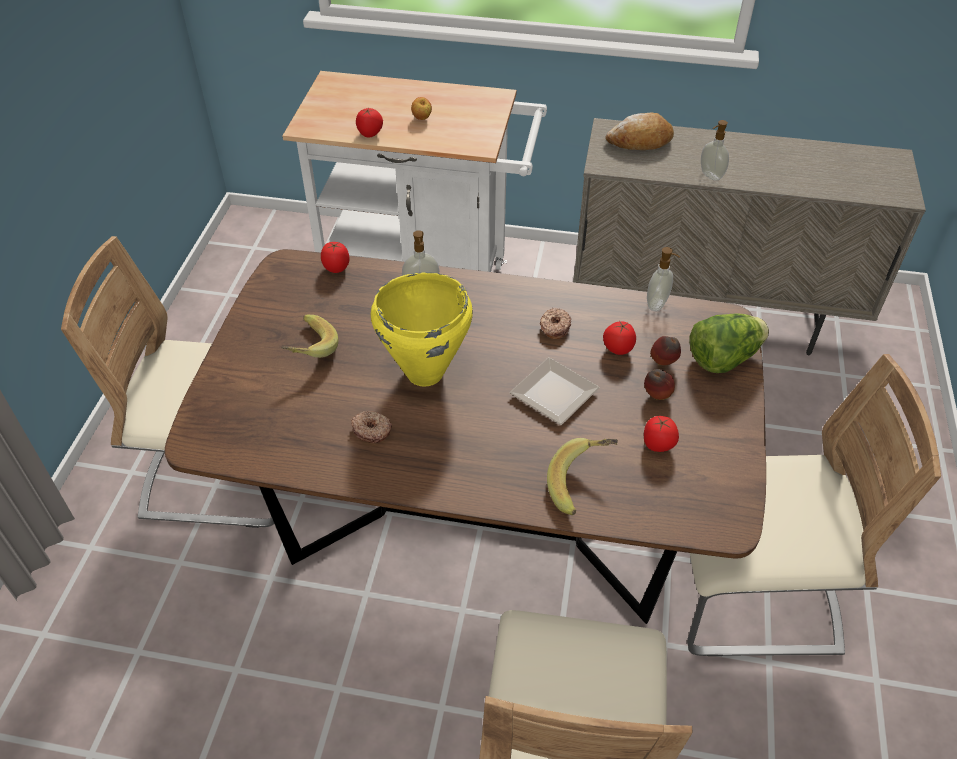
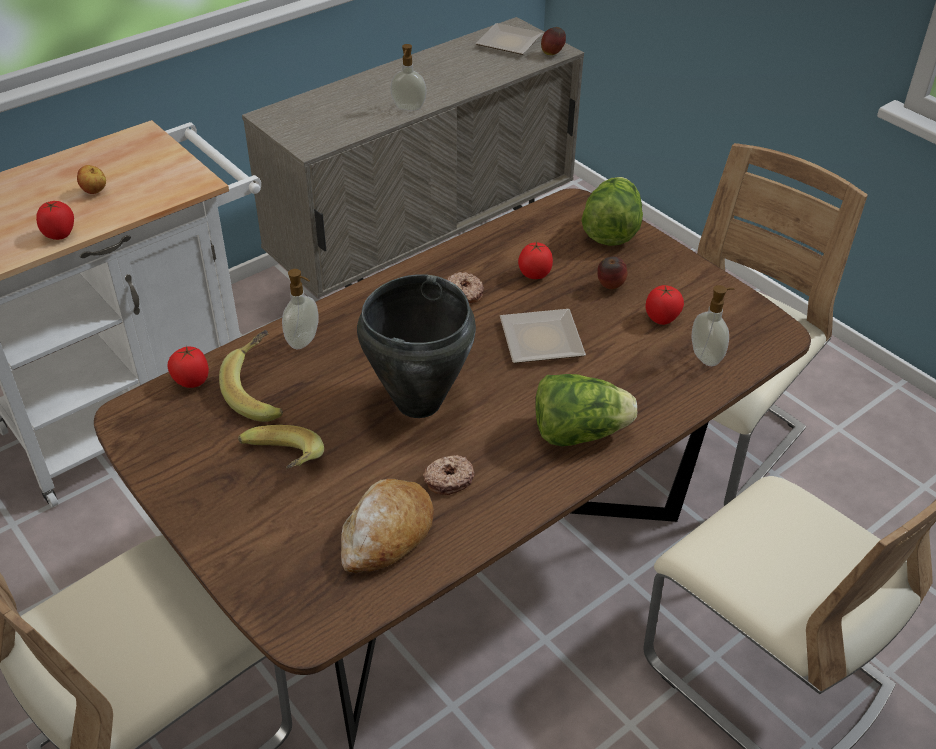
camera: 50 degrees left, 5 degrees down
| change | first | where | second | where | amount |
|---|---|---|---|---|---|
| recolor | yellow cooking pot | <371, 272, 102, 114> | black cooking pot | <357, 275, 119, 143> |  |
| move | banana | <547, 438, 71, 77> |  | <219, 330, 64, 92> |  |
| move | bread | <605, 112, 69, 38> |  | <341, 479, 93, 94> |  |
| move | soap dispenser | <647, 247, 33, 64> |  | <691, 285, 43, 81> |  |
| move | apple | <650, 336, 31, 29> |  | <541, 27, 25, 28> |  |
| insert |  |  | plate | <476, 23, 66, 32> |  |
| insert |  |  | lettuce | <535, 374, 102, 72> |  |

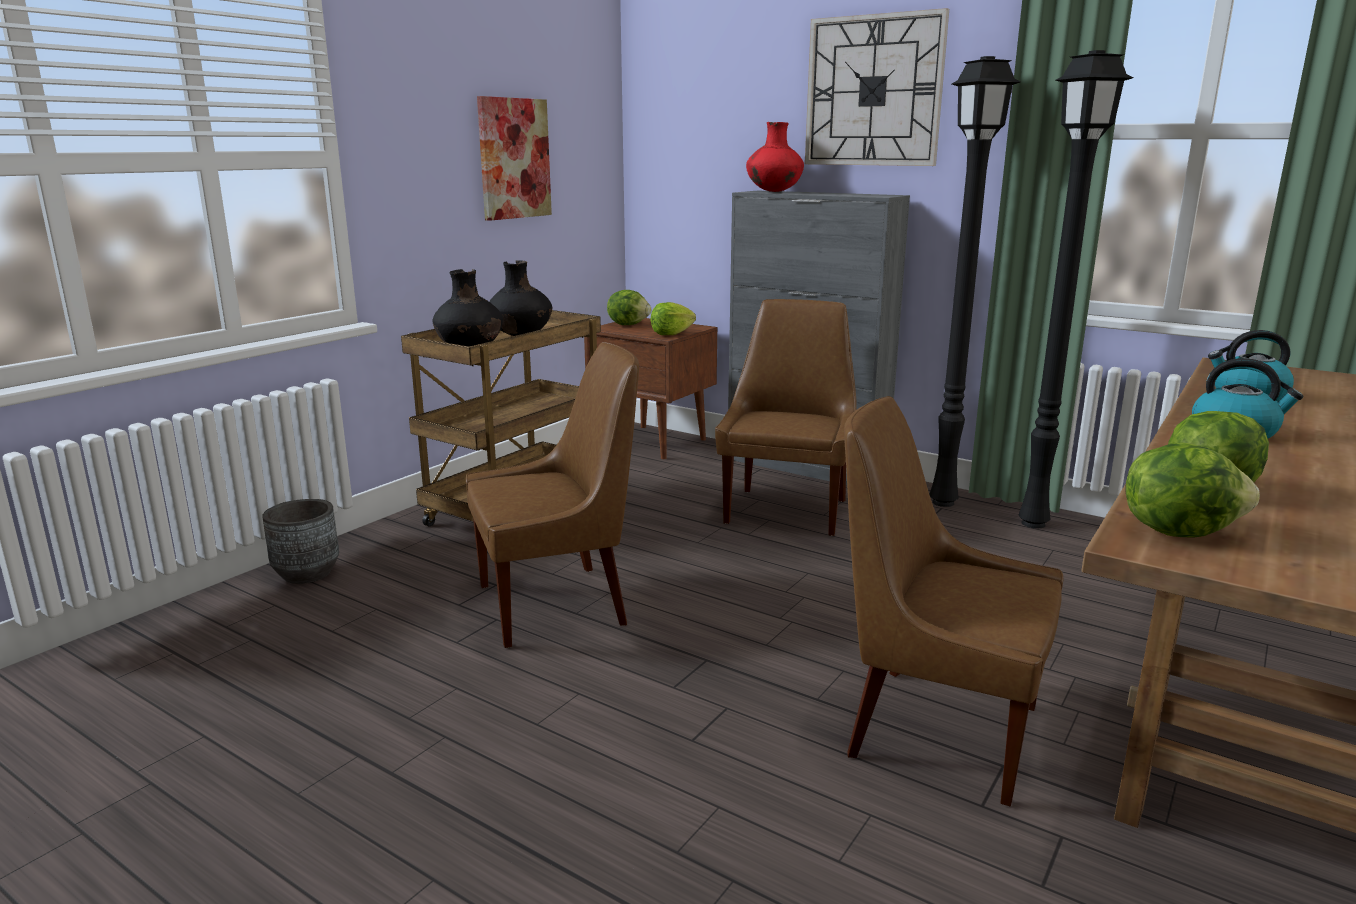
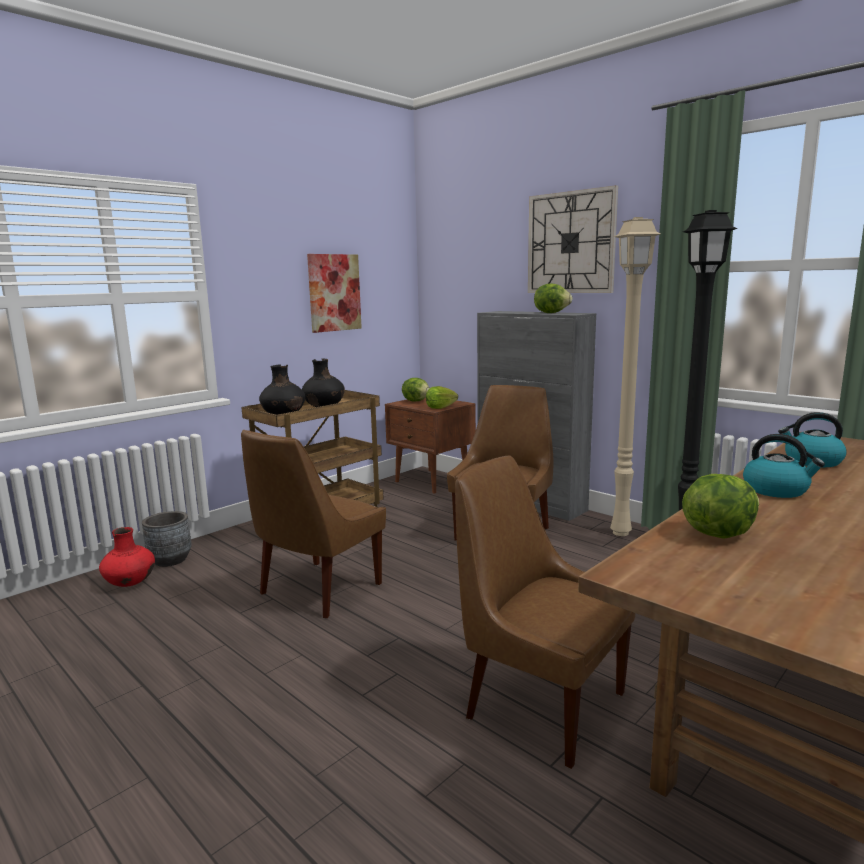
camera: 10 degrees right, 5 degrees down
| change | first | where | second | where | amount |
|---|---|---|---|---|---|
| rotate | brown chair | <466, 342, 173, 306> |  | <241, 430, 145, 188> | 135 degrees clockwise |
| move | red vase | <746, 122, 58, 70> |  | <99, 527, 56, 60> |  |
| recolor | black floor lamp | <929, 56, 91, 451> | beige floor lamp | <610, 217, 51, 319> |  |
| move | lettuce | <1125, 442, 135, 96> |  | <534, 283, 38, 30> |  |

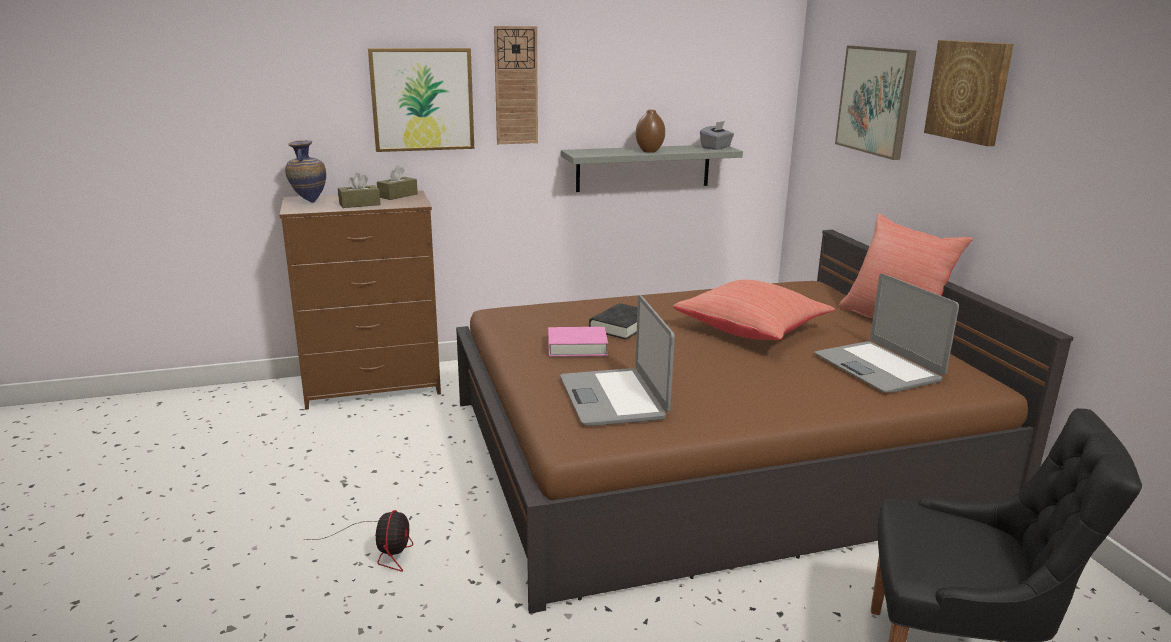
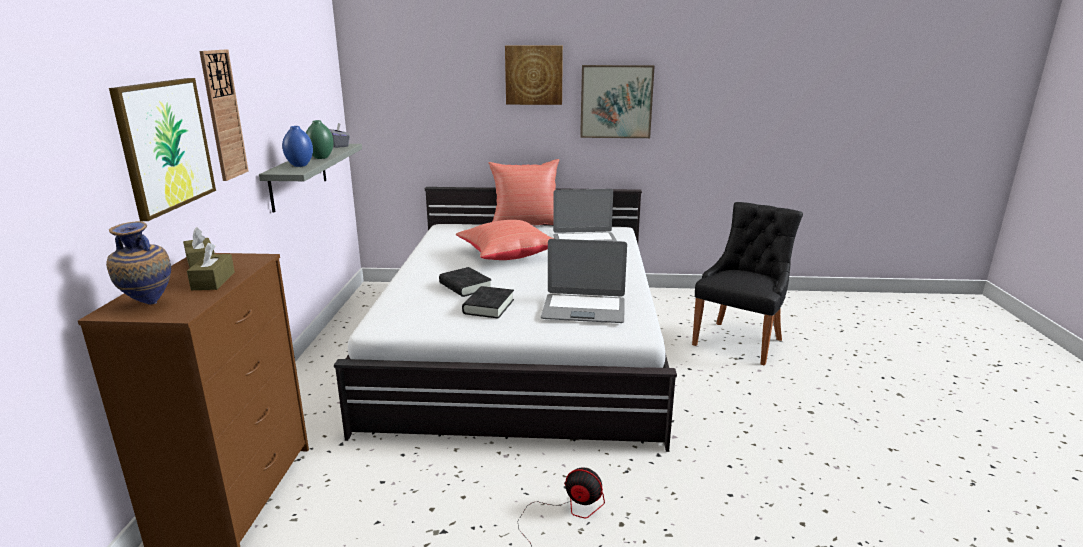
camera: 70 degrees left, 0 degrees up
| change | first | where | second | where | amount |
|---|---|---|---|---|---|
| recolor | brown bed | <456, 230, 618, 384> | white bed | <334, 187, 343, 265> |  |
| recolor | pink book | <548, 327, 60, 30> | black book | <462, 286, 52, 33> |  |
| recolor | brown vase | <636, 110, 29, 43> | green vase | <306, 120, 28, 39> |  |
| move | picture | <835, 46, 81, 114> |  | <580, 65, 75, 73> |  |
| insert |  |  | blue vase | <282, 126, 31, 41> |  |

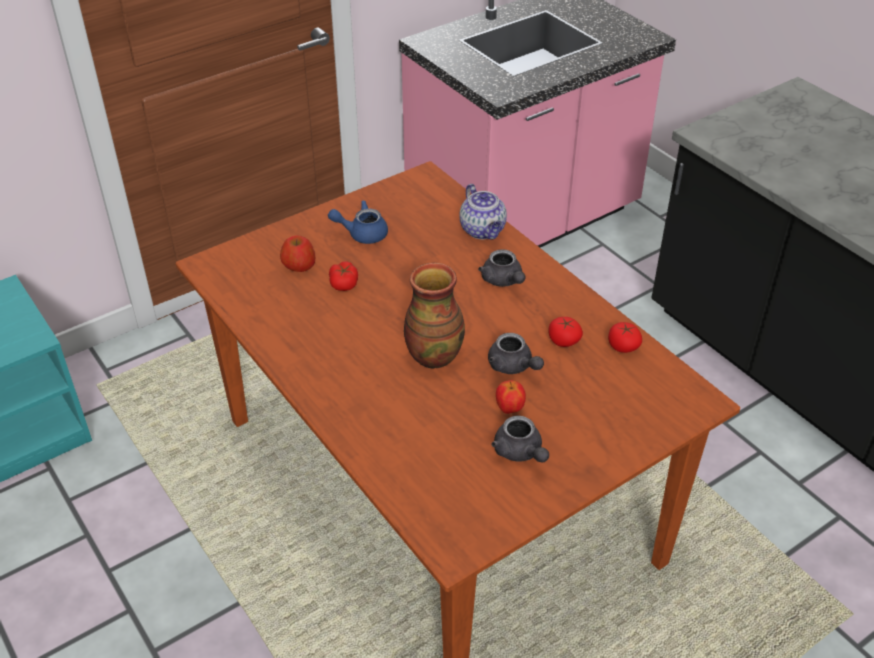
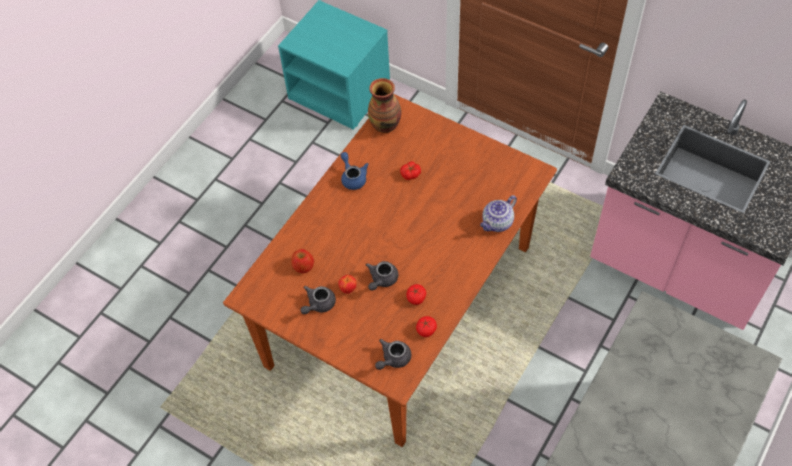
camera: 70 degrees right, 15 degrees up
| change | first | where | second | where | amount |
|---|---|---|---|---|---|
| move | apple | <280, 236, 35, 36> |  | <291, 249, 23, 24> |  |
| move | blue teapot | <328, 200, 60, 44> |  | <341, 152, 28, 38> |  |
| move | vase | <404, 263, 61, 105> |  | <368, 78, 33, 55> |  |
| move | grey teapot | <478, 249, 47, 38> |  | <375, 339, 36, 31> |  |

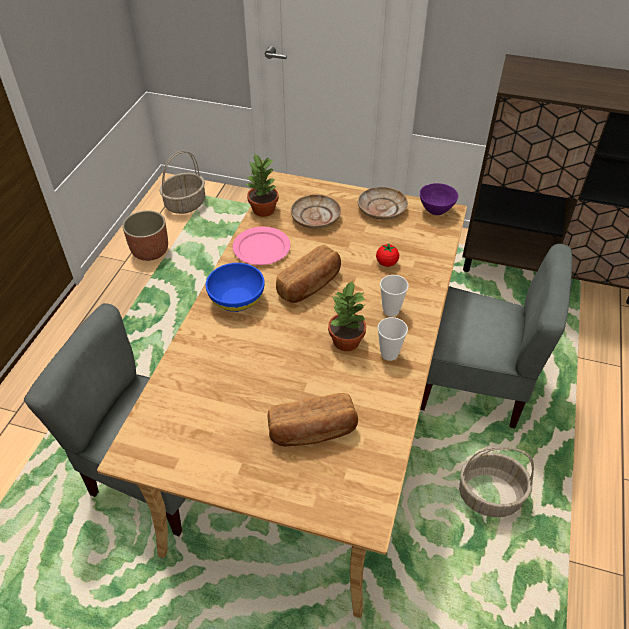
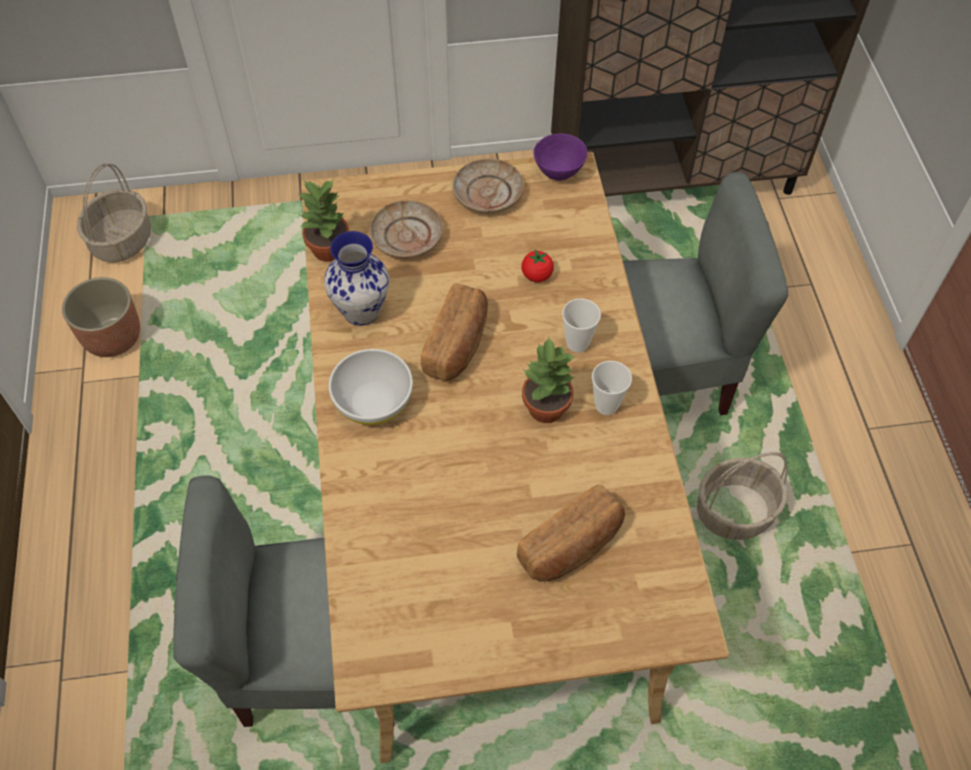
camera: 25 degrees left, 10 degrees up
| change | first | where | second | where | amount |
|---|---|---|---|---|---|
| recolor | blue bowl | <206, 263, 59, 49> | white bowl | <329, 349, 84, 76> |  |
| replace | pink plate | <233, 227, 57, 38> | vase | <324, 231, 65, 95> |  |

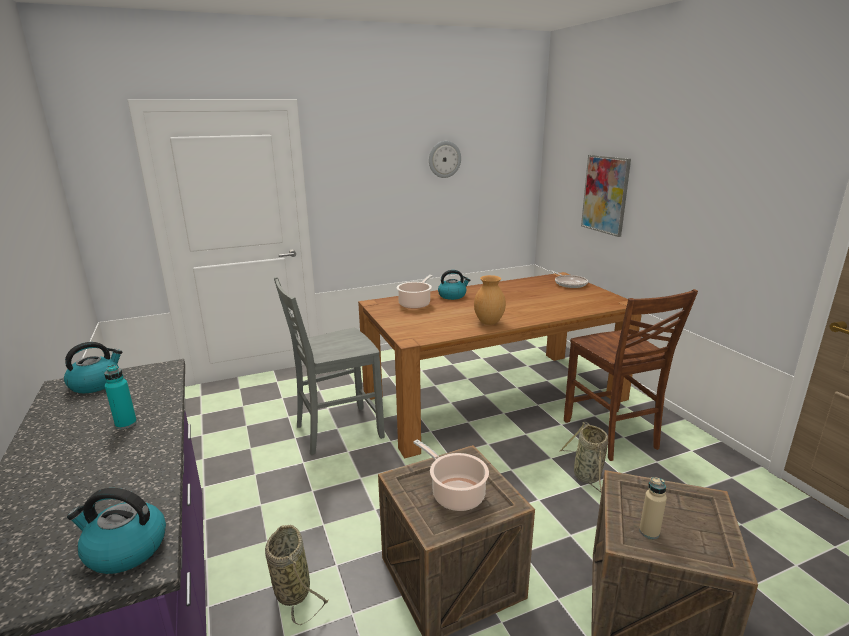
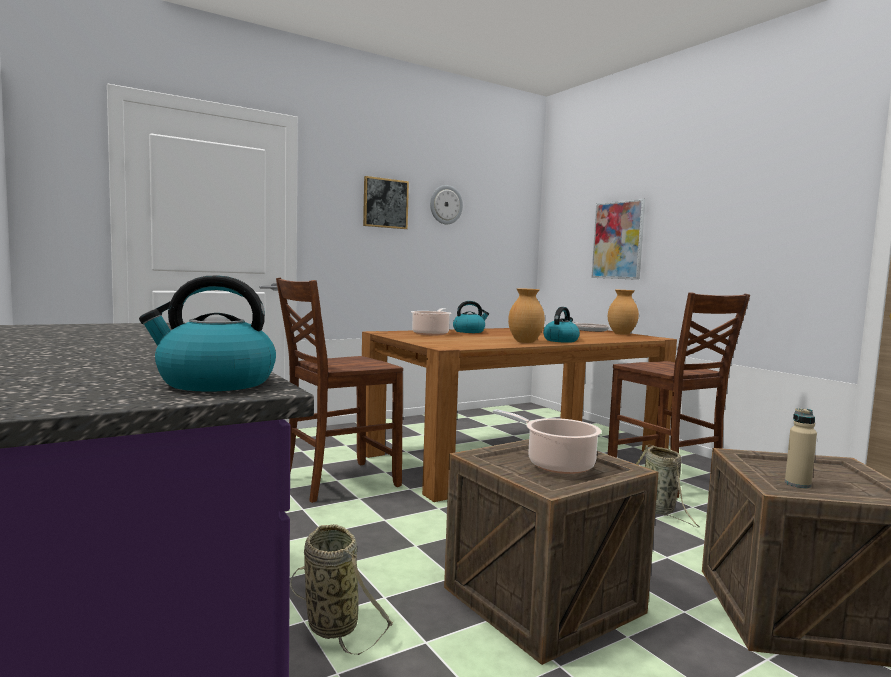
camera: 10 degrees left, 15 degrees down
| change | first | where | second | where | amount |
|---|---|---|---|---|---|
| move | kettle | <64, 342, 58, 51> |  | <543, 307, 37, 36> |  |
| delete | turquoise bottle | <104, 365, 33, 64> |  |  |  |
| recolor | grey chair | <274, 277, 111, 178> | brown chair | <276, 278, 127, 225> |  |
| insert |  |  | picture | <363, 176, 46, 53> |  |
| insert |  |  | brown vase | <608, 290, 31, 45> |  |

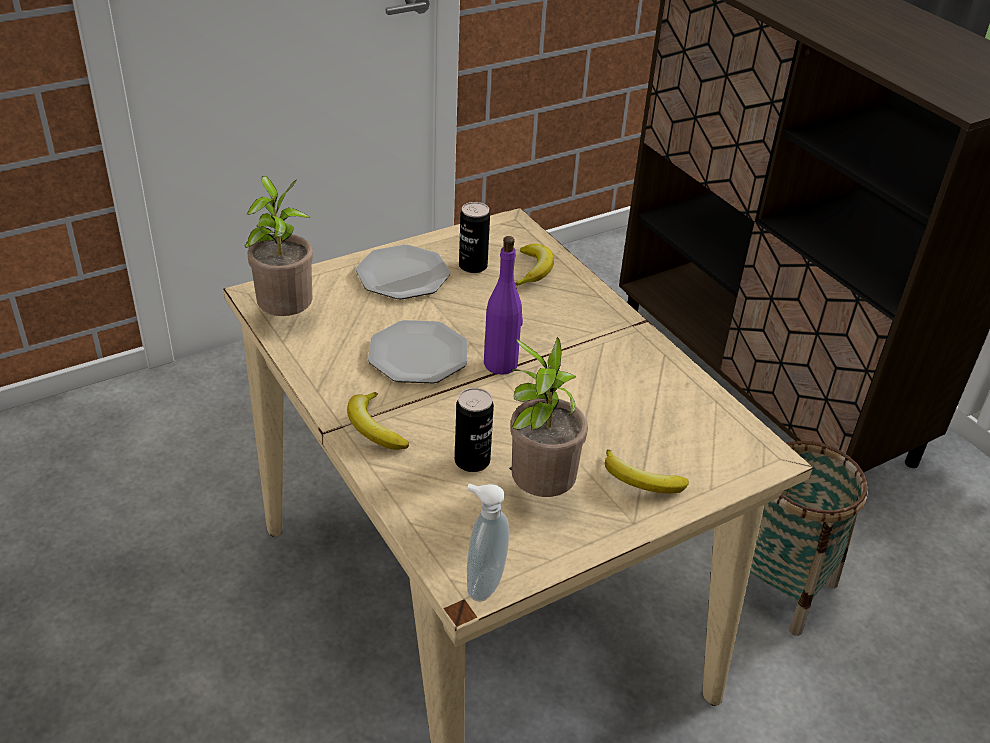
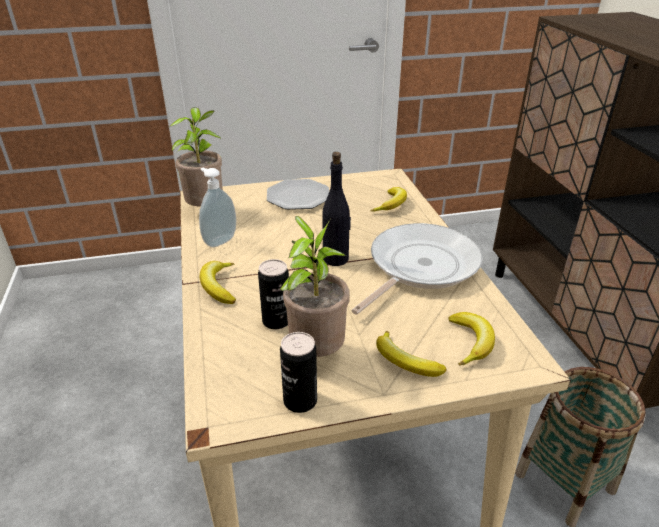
camera: 20 degrees right, 5 degrees down
| change | first | where | second | where | amount |
|---|---|---|---|---|---|
| delete | plate | <368, 320, 100, 63> |  |  |  |
| move | can | <459, 202, 31, 71> |  | <280, 332, 37, 81> |  |
| move | soap dispenser | <467, 484, 42, 118> |  | <199, 167, 37, 80> |  |
| recolor | purple bottle | <484, 236, 39, 139> | black bottle | <322, 152, 29, 114> |  |
| insert |  |  | frying pan | <351, 223, 132, 92> |  |
| insert |  |  | banana | <449, 312, 46, 54> |  |

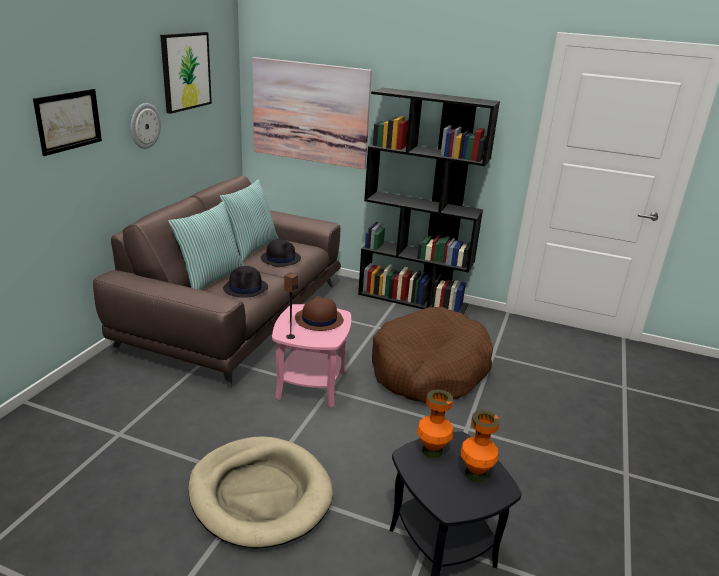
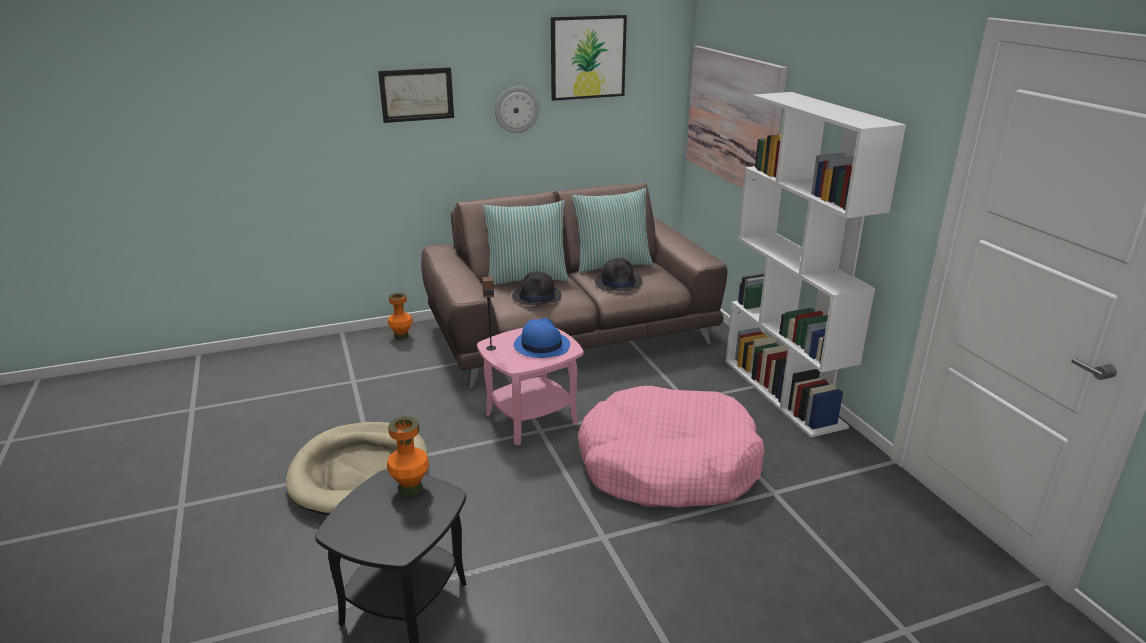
camera: 50 degrees right, 0 degrees up
| change | first | where | second | where | amount |
|---|---|---|---|---|---|
| recolor | brown hat | <295, 296, 49, 35> | blue hat | <514, 318, 56, 40> |  |
| recolor | black bookcase | <358, 88, 142, 226> | white bookcase | <726, 92, 180, 345> |  |
| recolor | brown dog bed | <372, 307, 121, 96> | pink dog bed | <578, 386, 187, 122> |  |
| move | orange vase | <461, 410, 39, 72> |  | <388, 293, 25, 47> |  |

